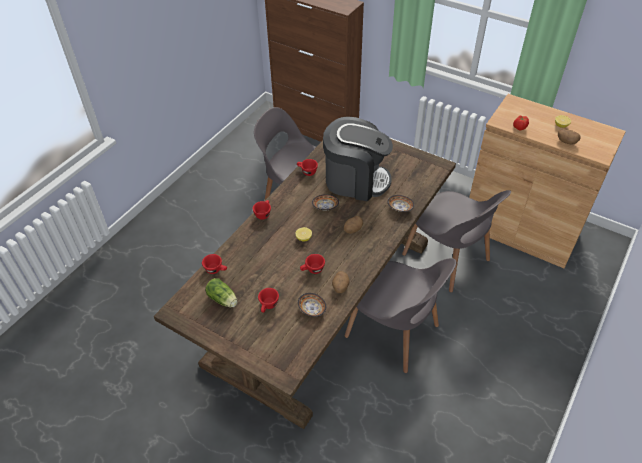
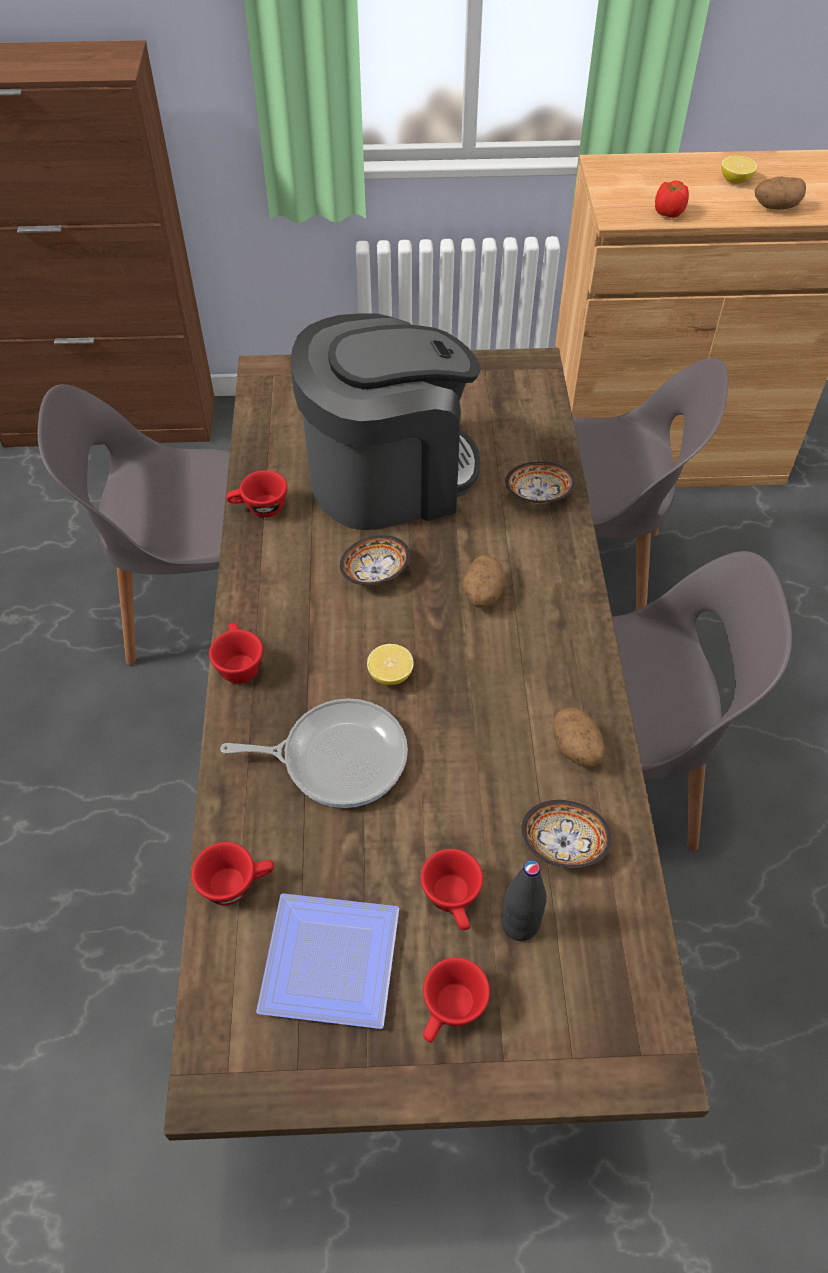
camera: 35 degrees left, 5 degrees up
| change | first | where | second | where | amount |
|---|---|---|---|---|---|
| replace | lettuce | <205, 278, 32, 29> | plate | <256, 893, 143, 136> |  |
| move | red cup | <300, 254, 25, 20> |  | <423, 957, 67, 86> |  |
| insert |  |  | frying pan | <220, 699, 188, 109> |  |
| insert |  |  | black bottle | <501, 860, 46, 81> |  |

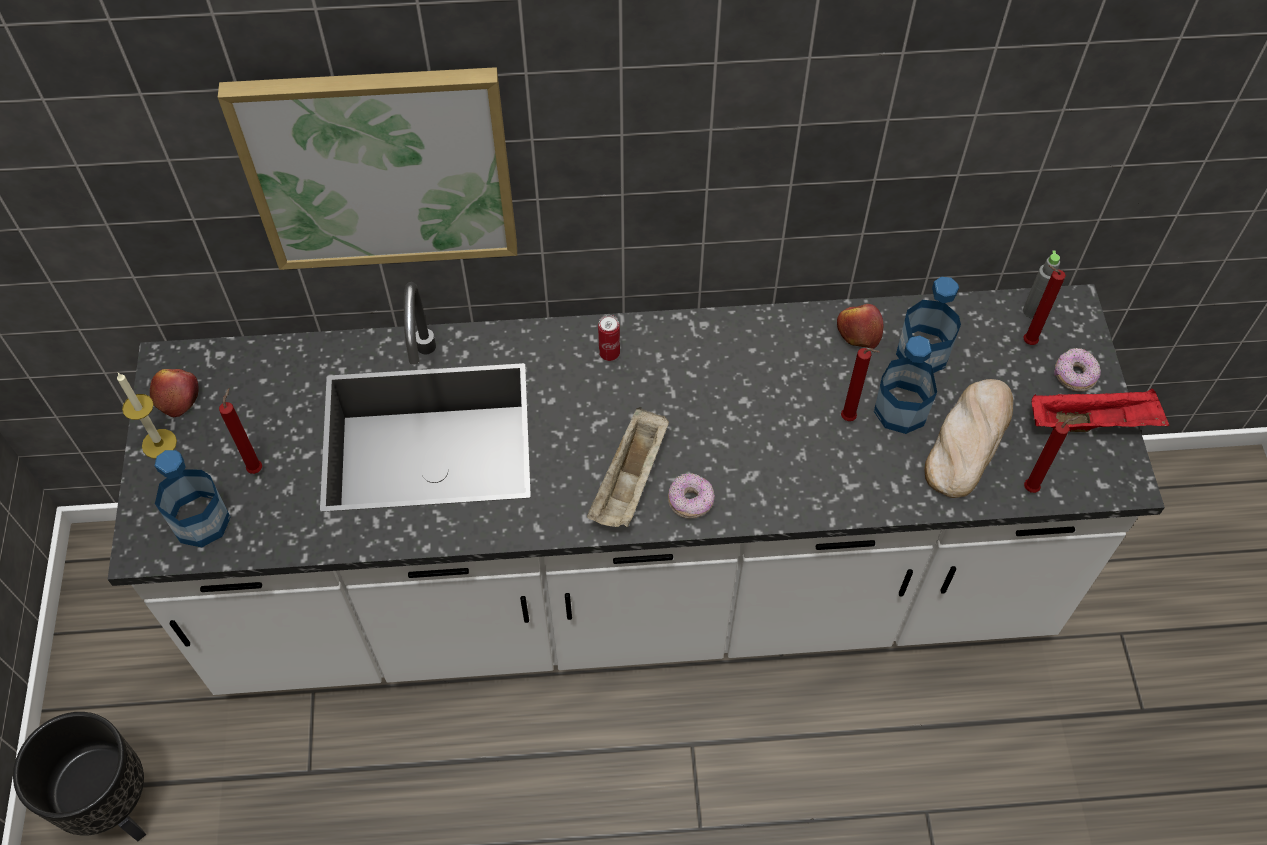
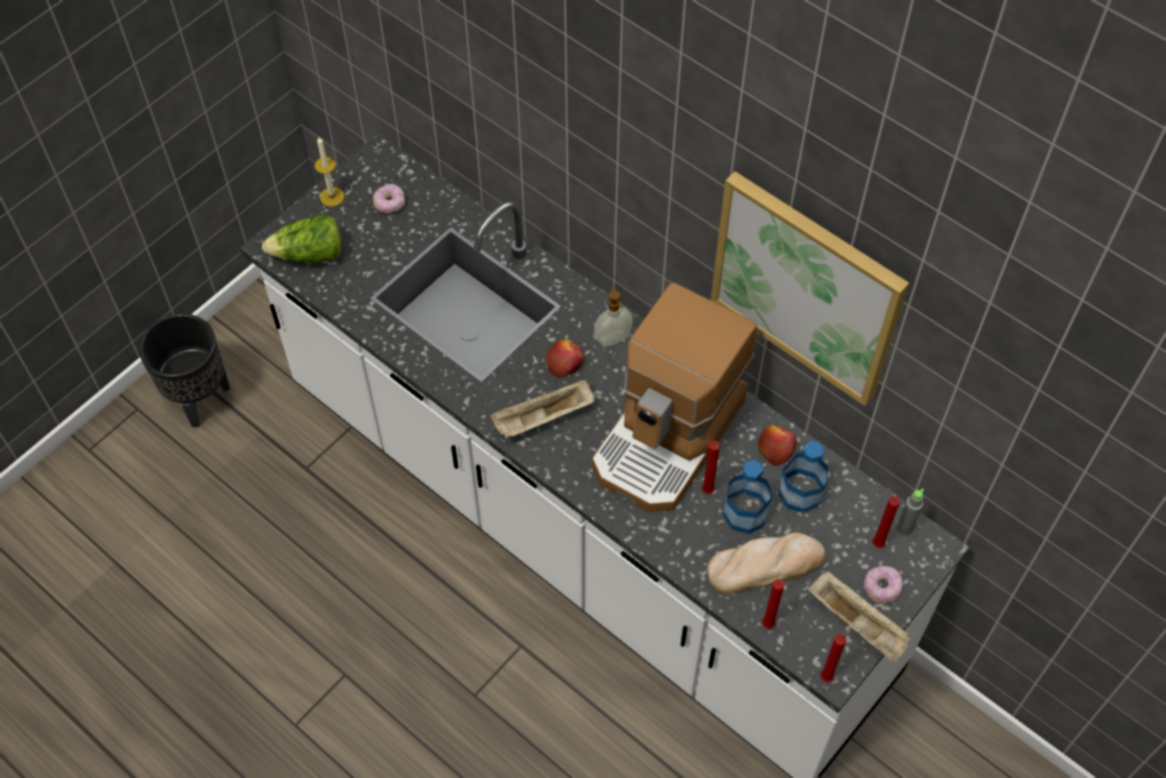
camera: 45 degrees right, 0 degrees up
| change | first | where | second | where | amount |
|---|---|---|---|---|---|
| move | apple | <150, 369, 49, 48> |  | <545, 339, 39, 38> |  |
| replace | bottle | <155, 450, 76, 97> | lettuce | <262, 215, 80, 48> |  |
| move | picture | <218, 67, 299, 203> |  | <711, 171, 198, 235> |  |
| move | red candle | <219, 388, 43, 86> |  | <820, 630, 32, 52> |  |
| replace | can | <598, 315, 22, 46> | soap dispenser | <594, 290, 39, 56> |  |
| move | donut | <668, 473, 47, 45> |  | <373, 184, 32, 29> |  |
| recolor | red tray | <1032, 388, 137, 44> | beige tray | <808, 571, 103, 92> |  |
| insert |  |  | coffee machine | <592, 283, 165, 229> |  |

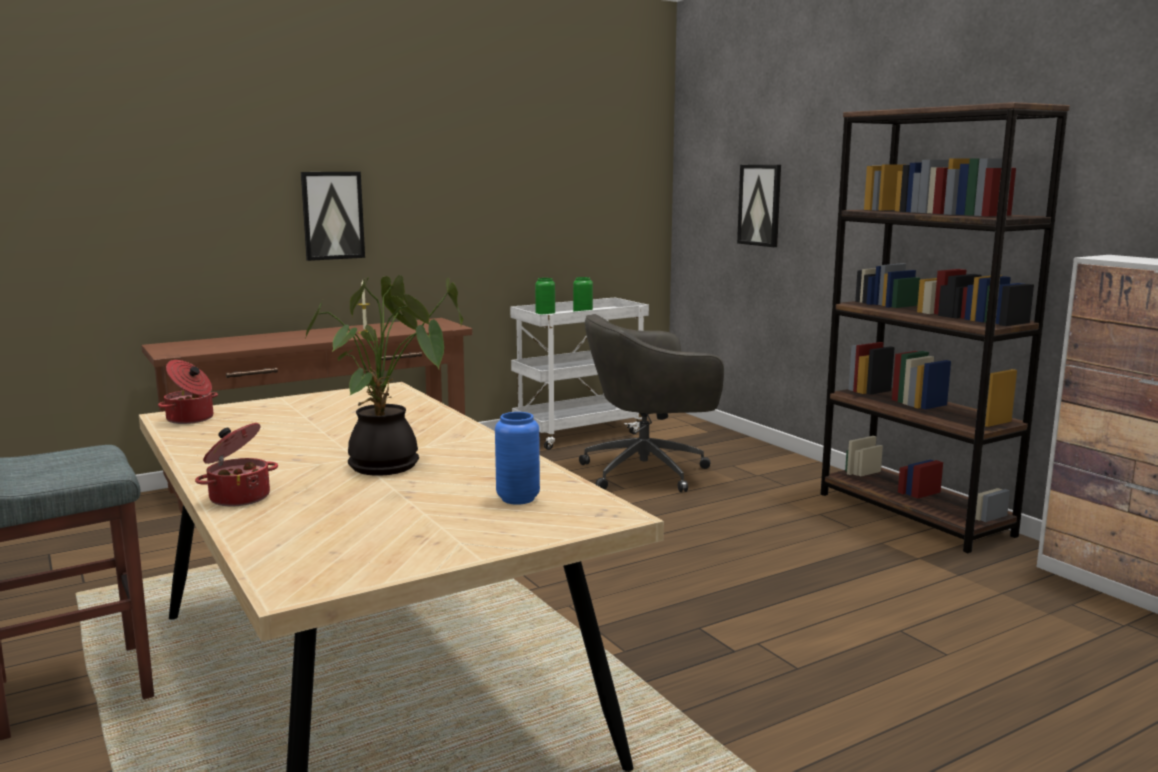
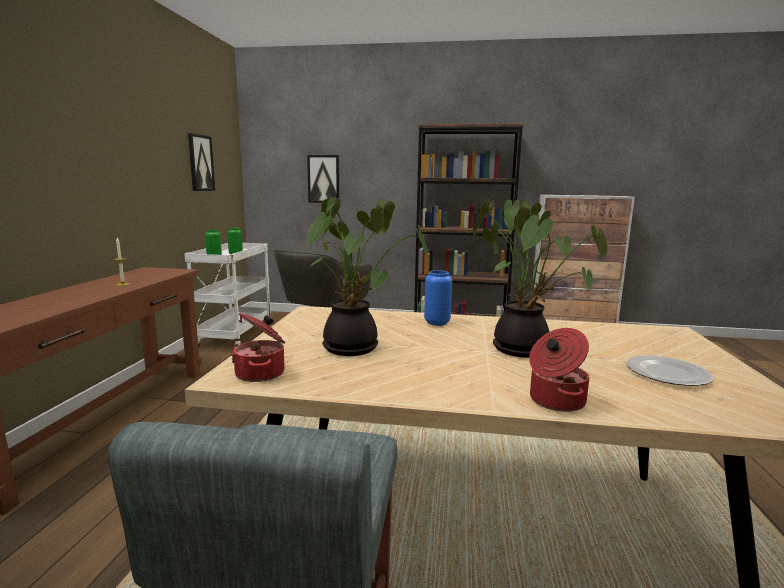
camera: 50 degrees left, 0 degrees up
| change | first | where | second | where | amount |
|---|---|---|---|---|---|
| move | picture | <301, 172, 64, 89> |  | <188, 133, 27, 58> |  |
| move | blue vase | <495, 412, 45, 93> |  | <424, 270, 28, 56> |  |
| insert |  |  | potted plant | <306, 197, 123, 159> |  |
| insert |  |  | plate | <626, 355, 88, 31> |  |

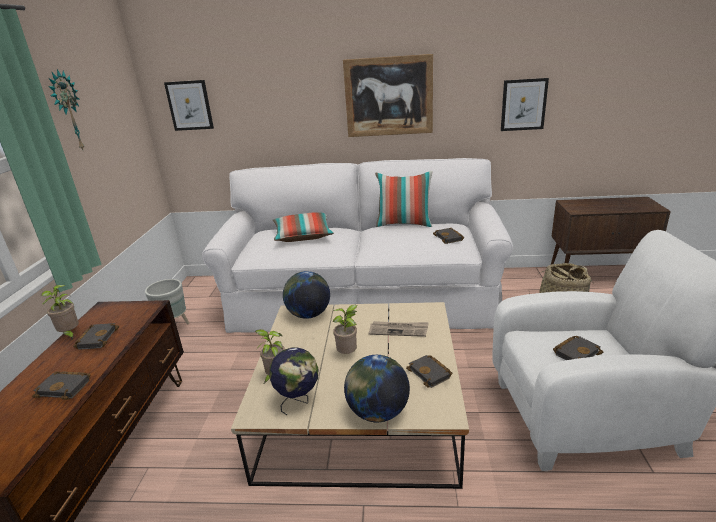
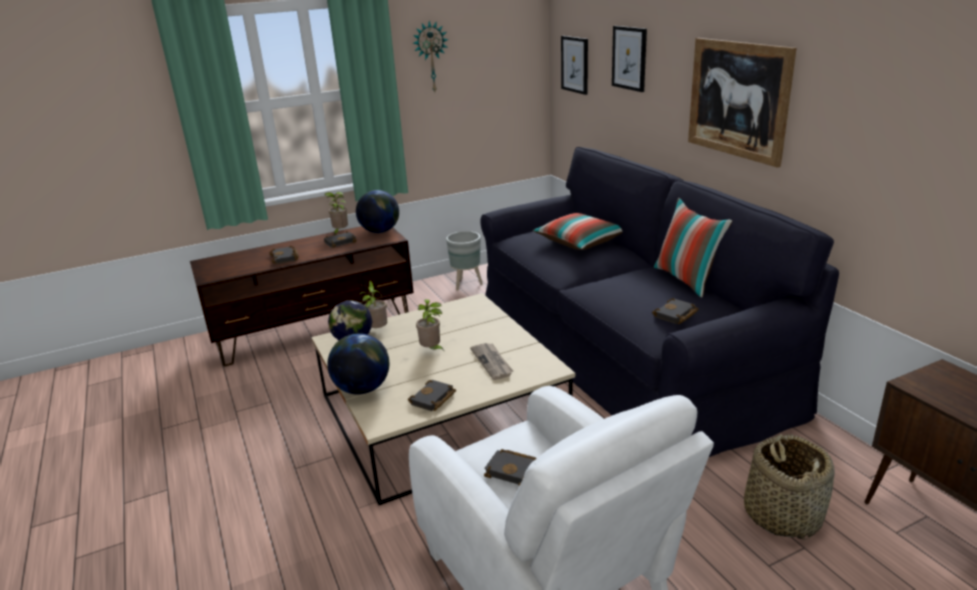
camera: 60 degrees right, 0 degrees up
| change | first | where | second | where | amount |
|---|---|---|---|---|---|
| recolor | white sofa | <202, 158, 311, 175> | black sofa | <480, 147, 359, 310> |  |
| move | globe | <283, 271, 47, 48> |  | <356, 190, 43, 43> |  |
| move | picture | <501, 78, 48, 53> |  | <612, 26, 35, 66> |  |

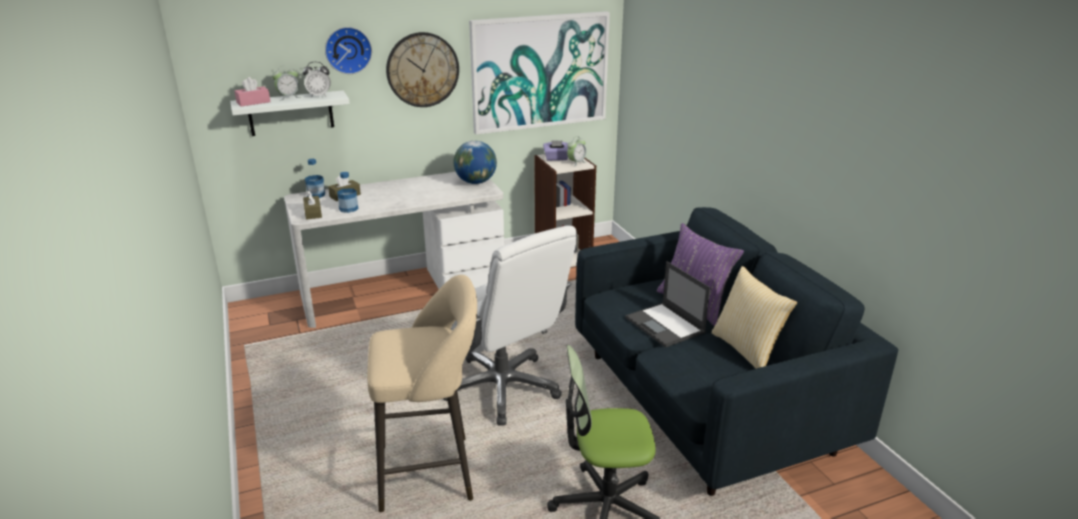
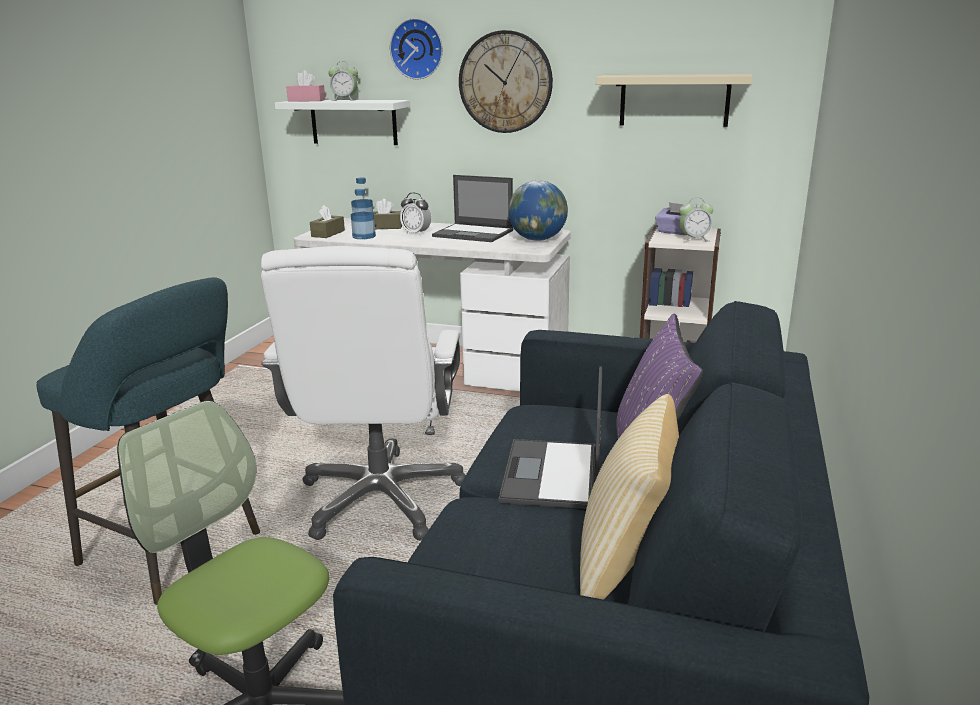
camera: 40 degrees right, 5 degrees down
| change | first | where | second | where | amount |
|---|---|---|---|---|---|
| move | alarm clock | <303, 62, 28, 35> |  | <400, 193, 31, 43> |  |
| recolor | beige stool | <367, 275, 110, 237> | turquoise stool | <36, 277, 224, 328> |  |
| replace | picture | <469, 11, 141, 124> | beige shelf | <596, 74, 157, 53> |  |
| insert |  |  | laptop | <432, 175, 81, 67> |  |

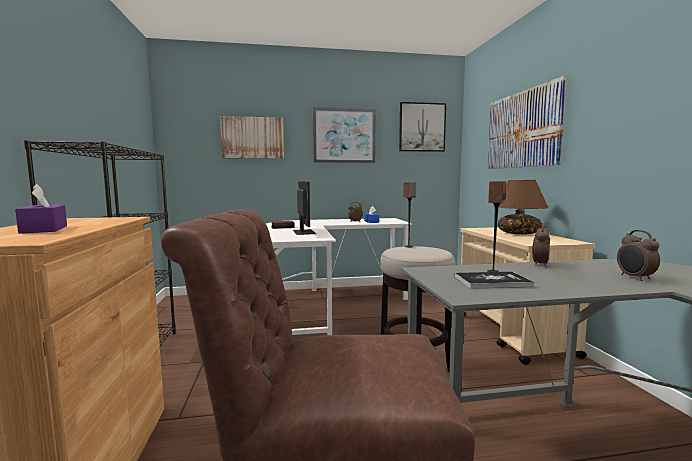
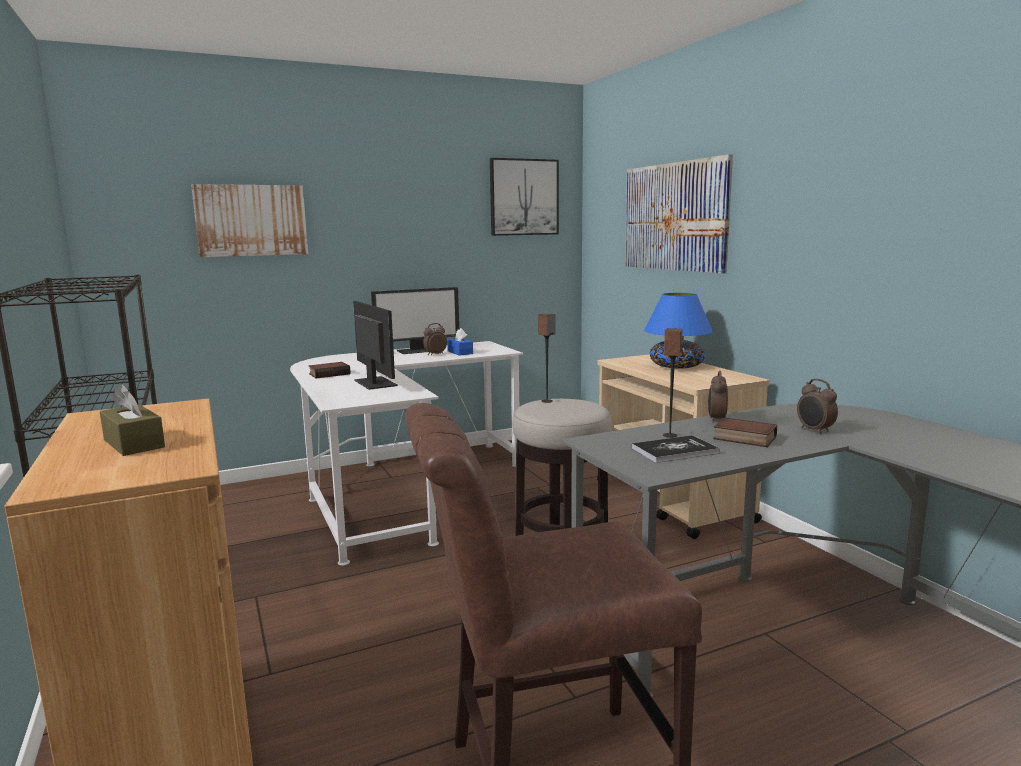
camera: 15 degrees left, 5 degrees up
| change | first | where | second | where | amount |
|---|---|---|---|---|---|
| recolor | purple tissue box | <15, 184, 52, 50> | brown tissue box | <100, 385, 65, 71> |  |
| delete | picture | <313, 107, 63, 56> |  |  |  |
| recolor | brown table lamp | <494, 180, 54, 55> | blue table lamp | <644, 293, 69, 76> |  |
| insert |  |  | monitor | <371, 287, 88, 67> |  |
| insert |  |  | book | <713, 418, 64, 29> |  |

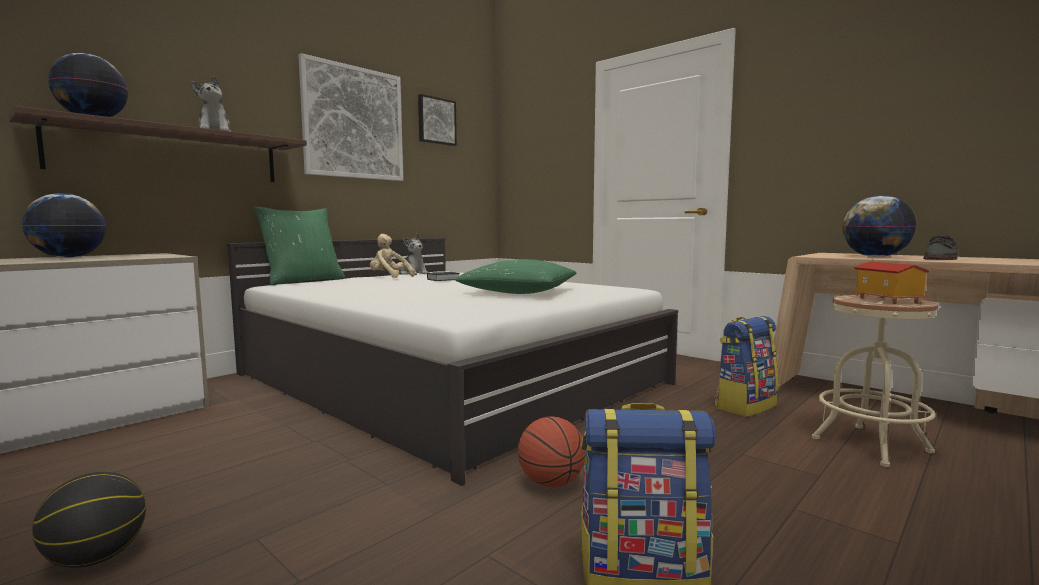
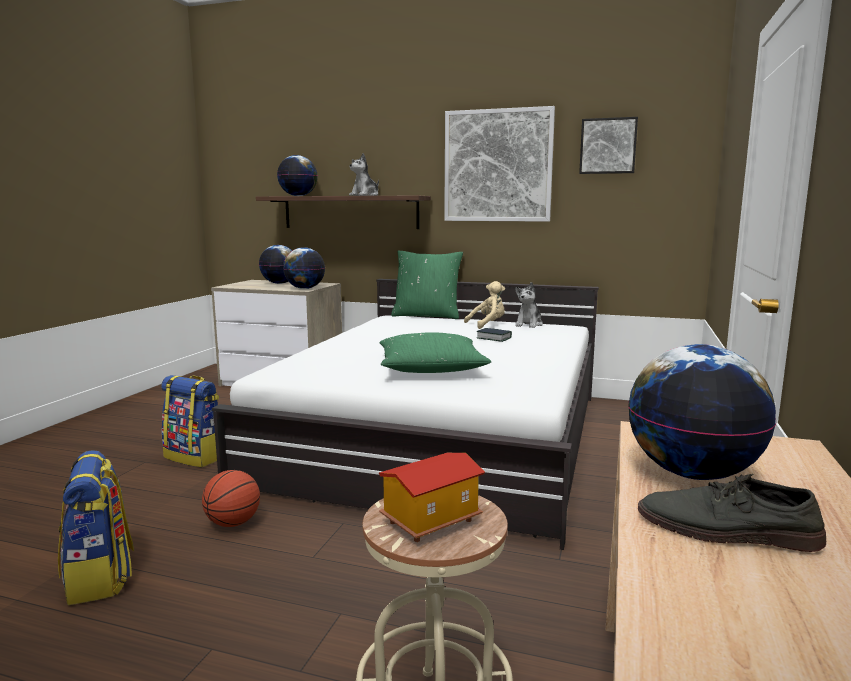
camera: 65 degrees right, 5 degrees up
| change | first | where | second | where | amount |
|---|---|---|---|---|---|
| delete | basketball | <32, 472, 114, 96> |  |  |  |
| rotate | beige plush toy | <370, 234, 45, 44> |  | <464, 281, 41, 48> | 60 degrees clockwise |
| move | backpack | <714, 316, 64, 101> |  | <161, 375, 58, 92> |  |
| insert |  |  | globe | <283, 247, 42, 42> |  |

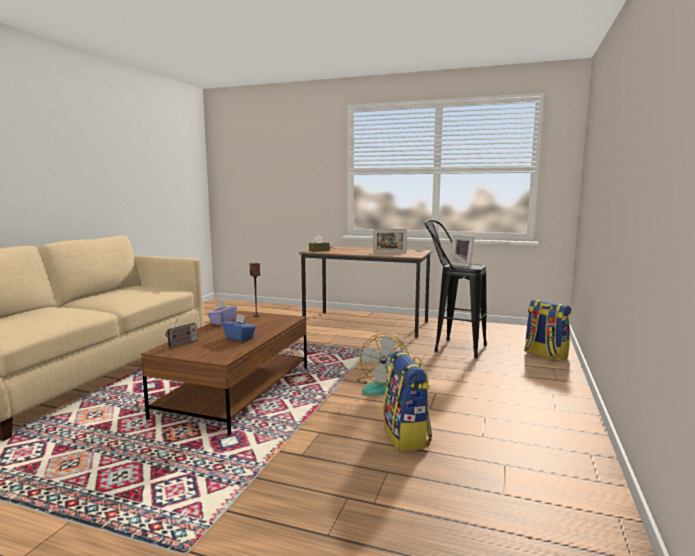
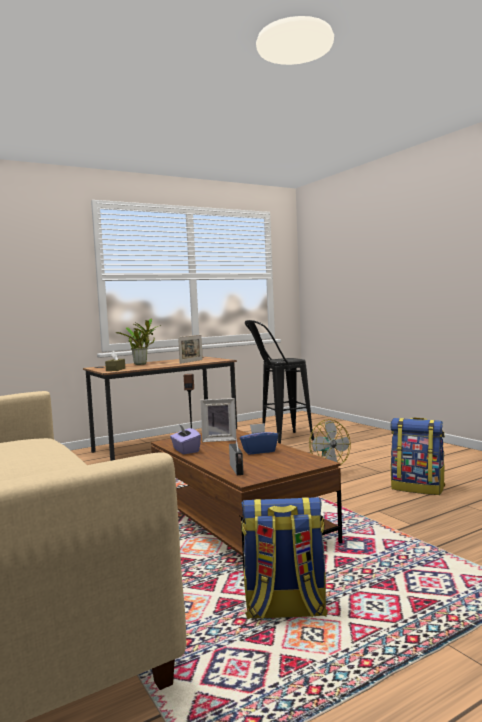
camera: 50 degrees left, 5 degrees down
| change | first | where | second | where | amount |
|---|---|---|---|---|---|
| move | picture frame | <449, 235, 25, 32> |  | <200, 398, 36, 44> |  |
| move | backpack | <524, 299, 47, 62> |  | <241, 497, 87, 122> |  |
| insert |  |  | potted plant | <116, 318, 45, 47> |  |

